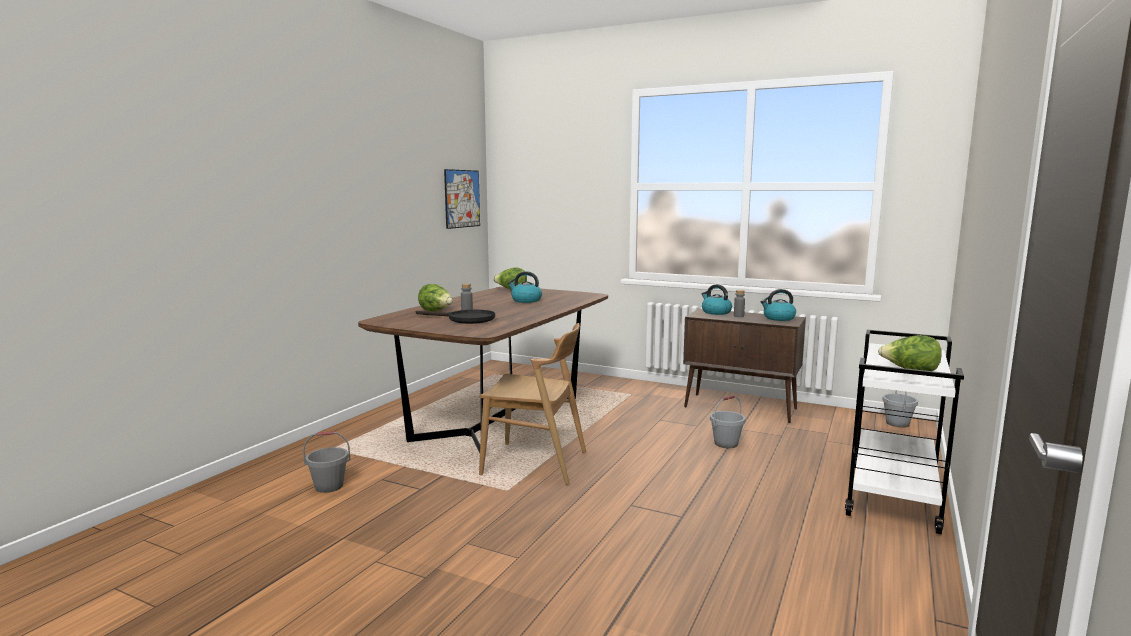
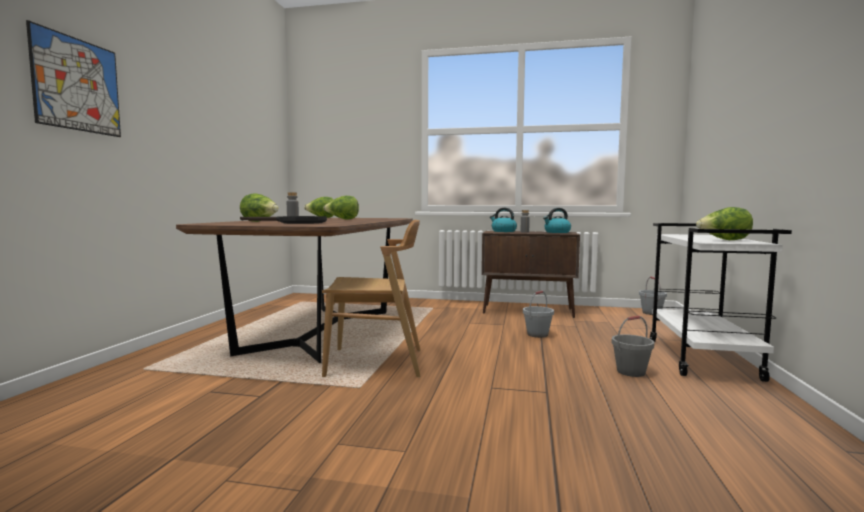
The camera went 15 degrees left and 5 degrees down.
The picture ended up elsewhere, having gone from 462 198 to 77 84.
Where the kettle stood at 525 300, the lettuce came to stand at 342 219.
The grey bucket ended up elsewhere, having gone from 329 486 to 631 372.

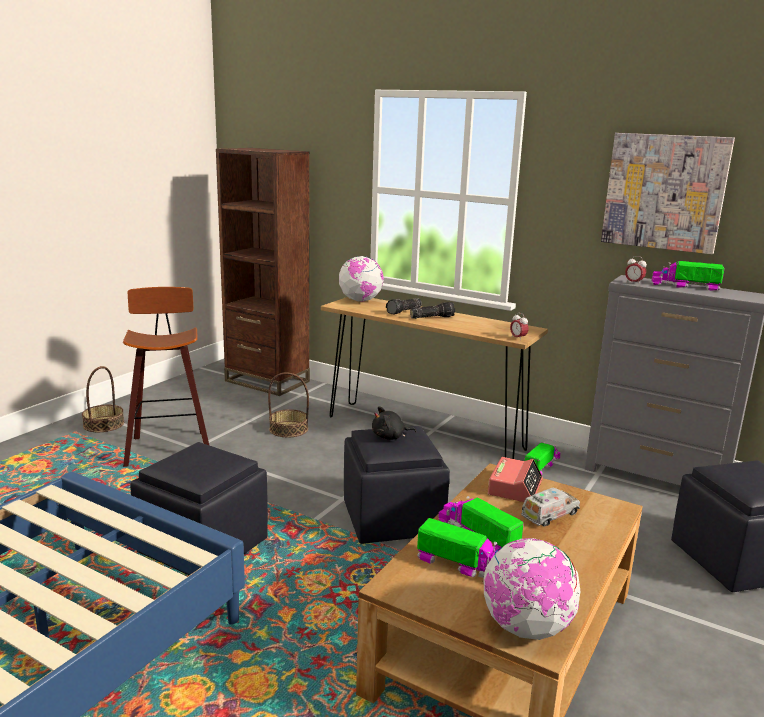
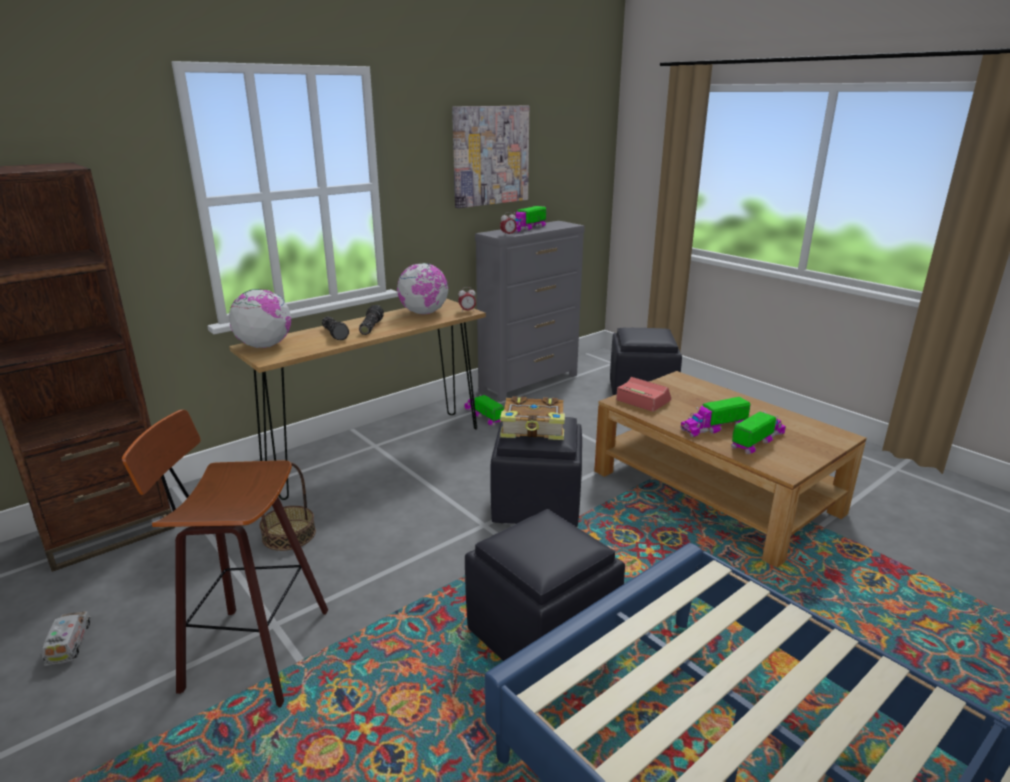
The camera went 70 degrees left and 5 degrees up.
The toy truck ended up elsewhere, having gone from 550 515 to 69 644.
The globe ended up elsewhere, having gone from 526 628 to 424 313.
Where the black plush toy stood at 390 437, the book came to stand at 534 428.
The second view lost the basket at 103 424.

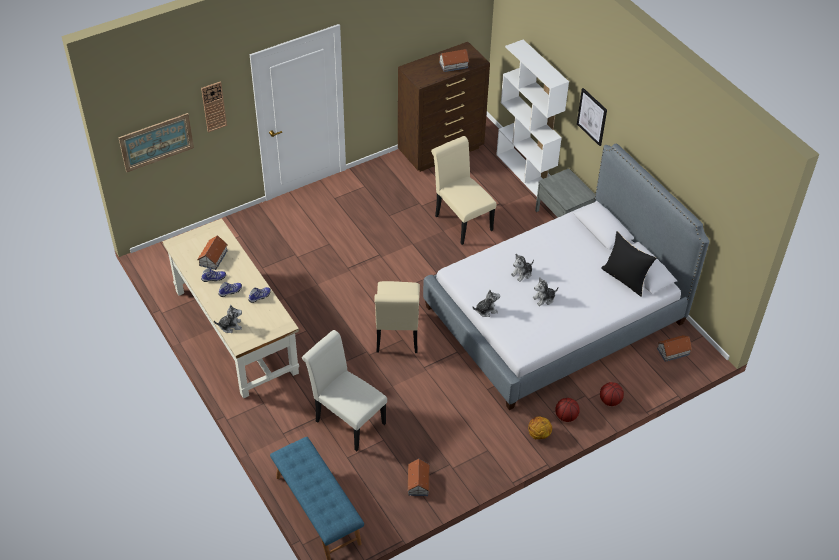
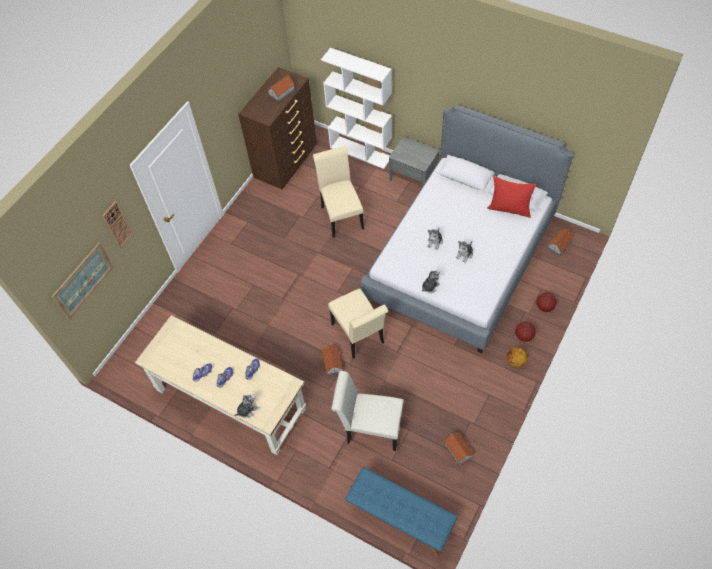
The camera went 25 degrees left and 10 degrees up.
The beige chair at 461 220 ended up facing another way, 45 degrees clockwise from before.
The toy house ended up elsewhere, having gone from 213 258 to 332 362.
What was the black pillow at 625 279 turned into the red pillow at 509 208.
The second view lost the picture at 592 116.

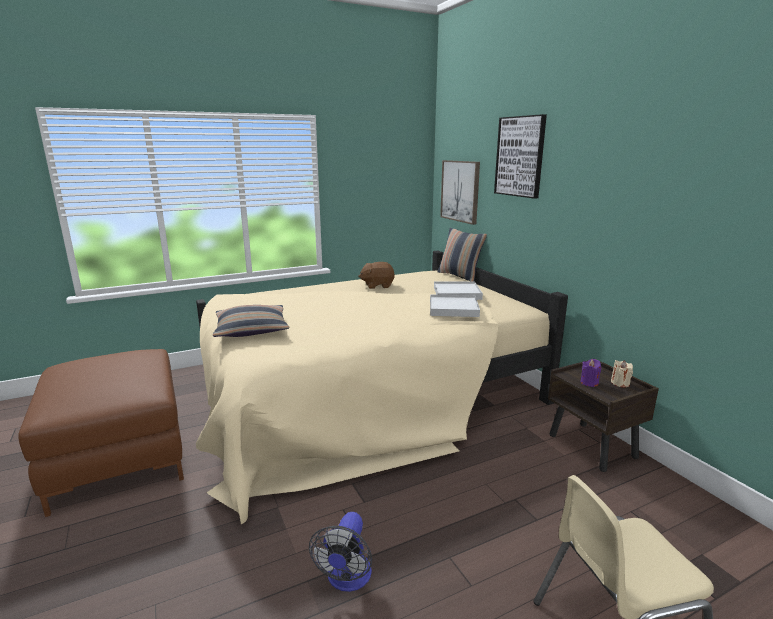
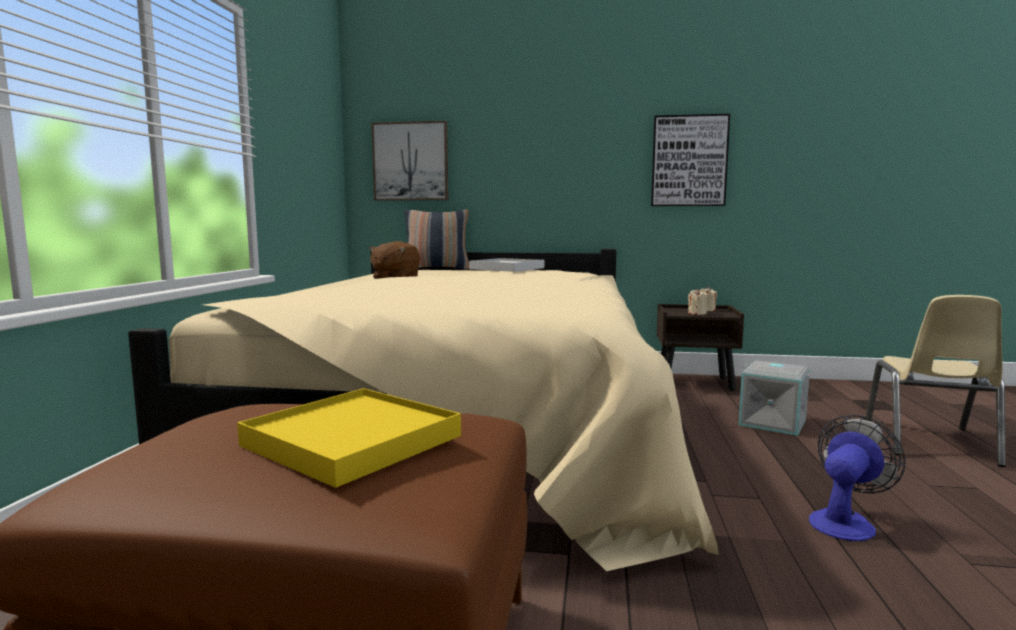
The camera went 55 degrees left and 10 degrees down.
The second view gained the yellow tray at 352 441.
The picture ended up elsewhere, having gone from 520 156 to 689 161.
What was the purple candle at 589 383 turned into the beige candle at 696 313.
The second view gained the grey storage box at 773 422.
The fan at 347 579 ended up facing another way, 90 degrees counterclockwise from before.
The second view lost the pillow at 251 330.
The second view lost the white tray at 453 308.

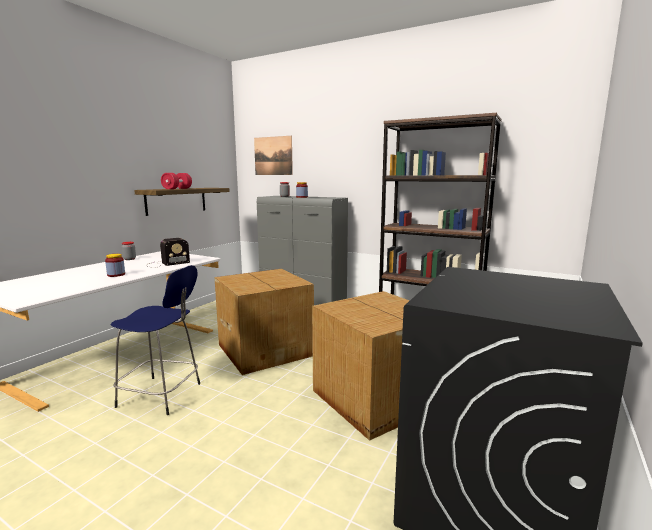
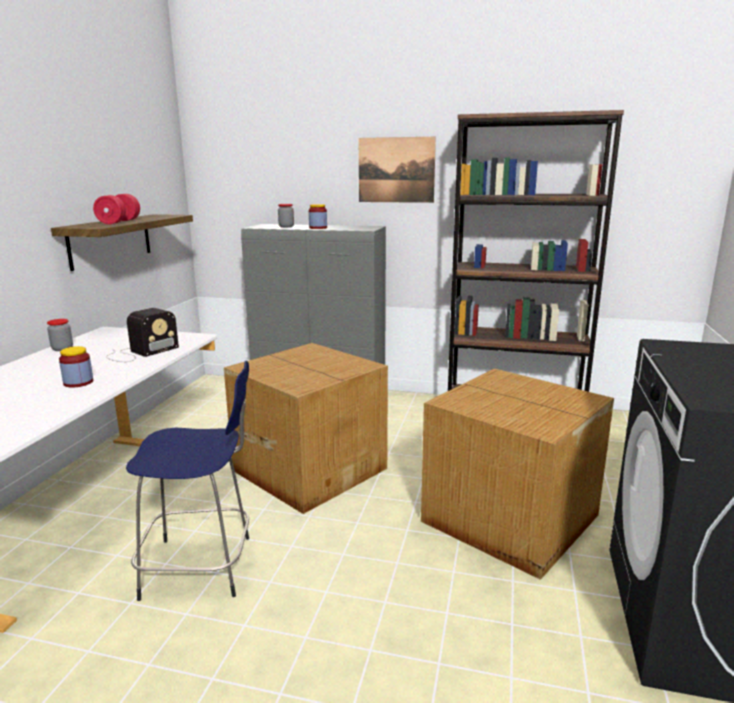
The camera went 15 degrees left and 5 degrees up.
The picture ended up elsewhere, having gone from 273 156 to 396 170.

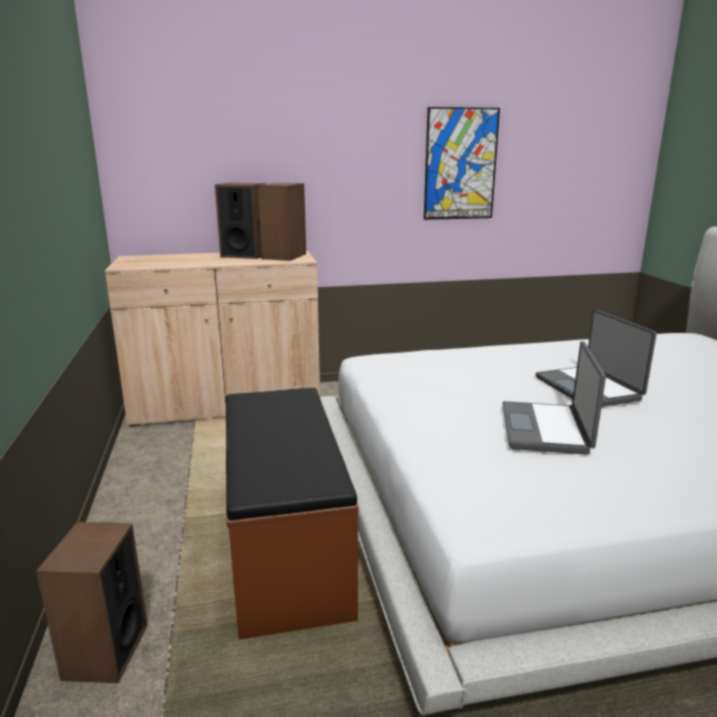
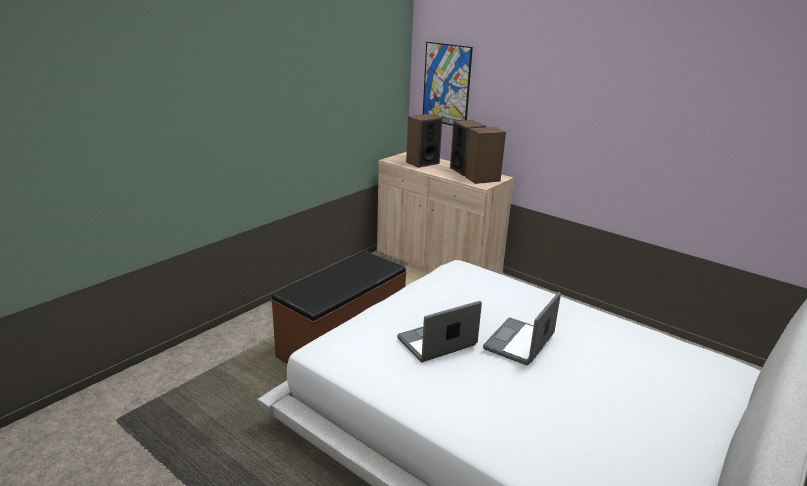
The camera went 50 degrees right and 5 degrees up.
The speaker ended up elsewhere, having gone from 105 651 to 422 163.
The picture ended up elsewhere, having gone from 460 164 to 446 85.

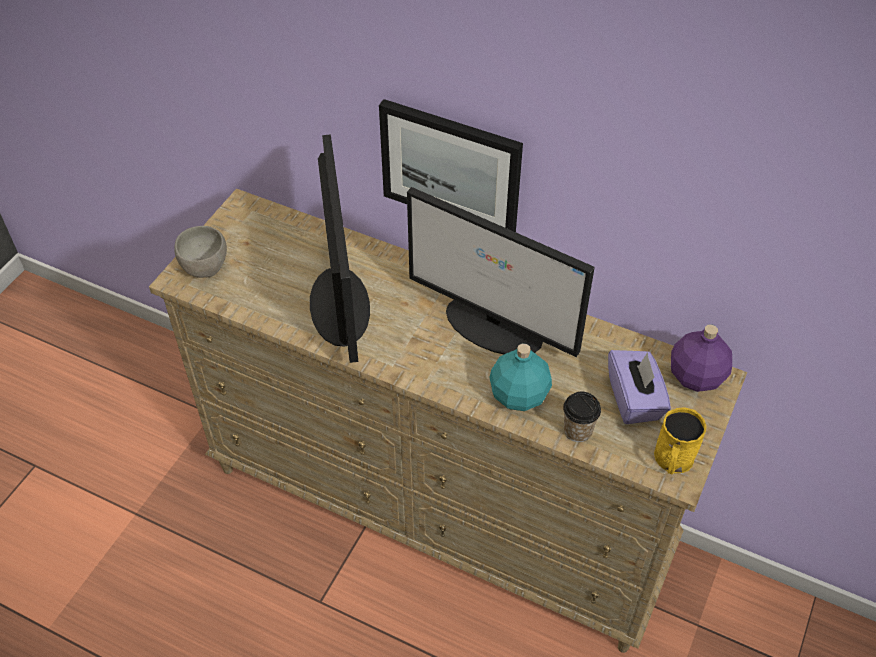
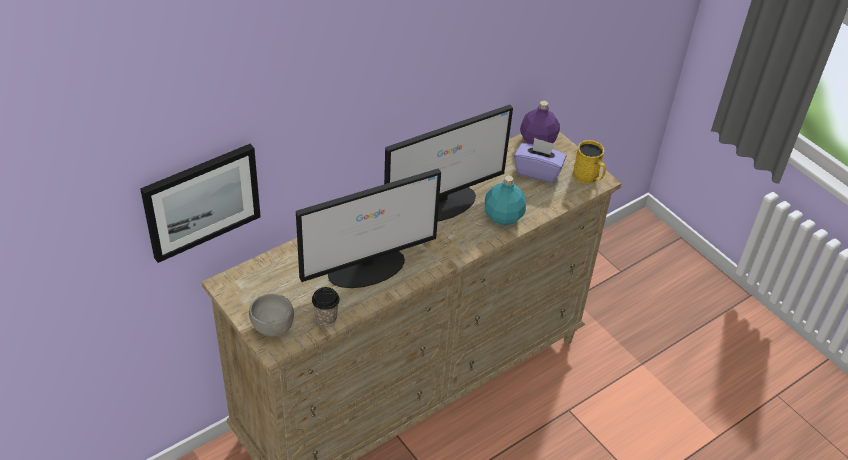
The camera went 65 degrees left and 5 degrees down.
The picture ended up elsewhere, having gone from 451 168 to 201 201.
The monitor at 340 304 ended up facing another way, 135 degrees clockwise from before.
The cup ended up elsewhere, having gone from 578 431 to 326 318.

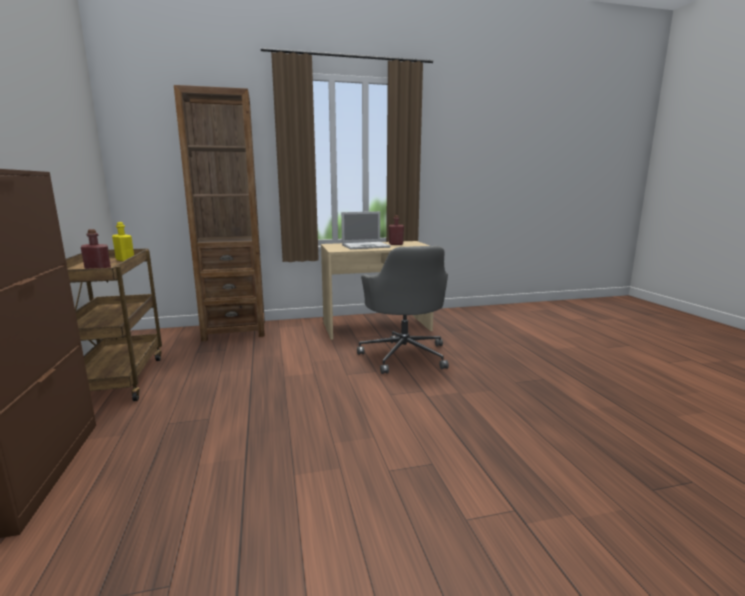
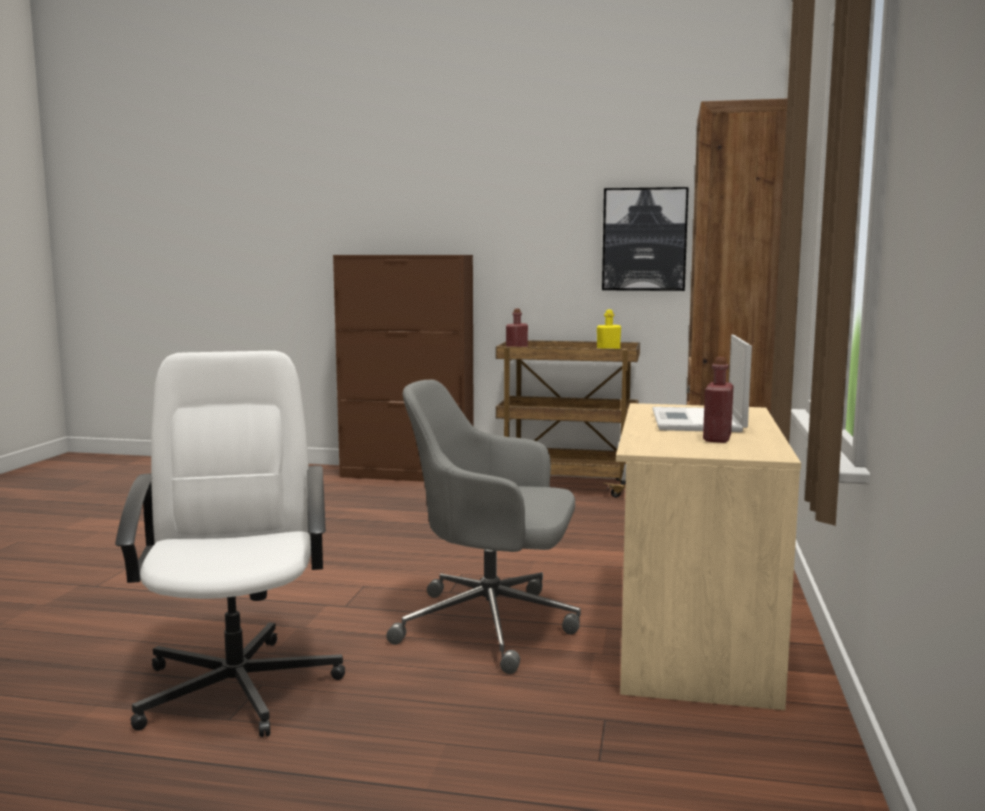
The camera went 115 degrees right and 5 degrees down.
The second view gained the white office chair at 238 686.
The second view gained the picture at 644 239.

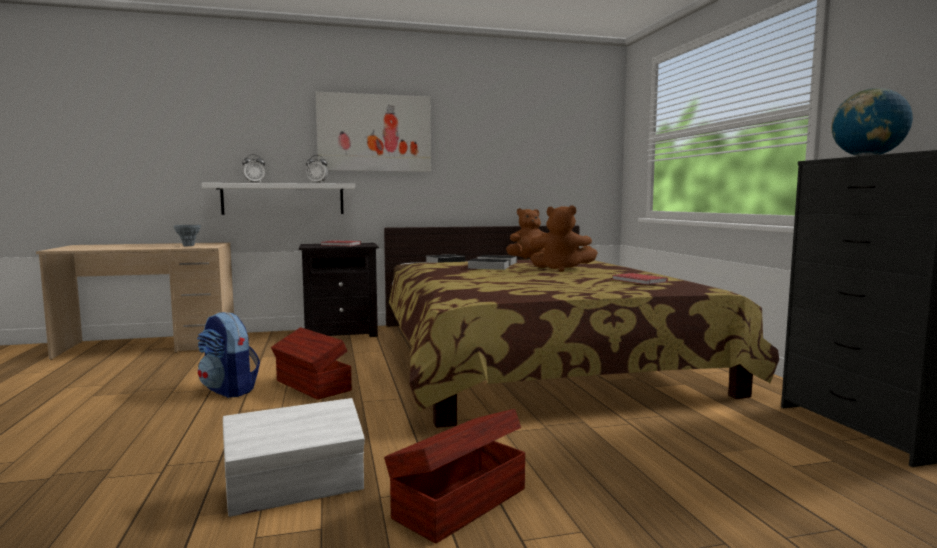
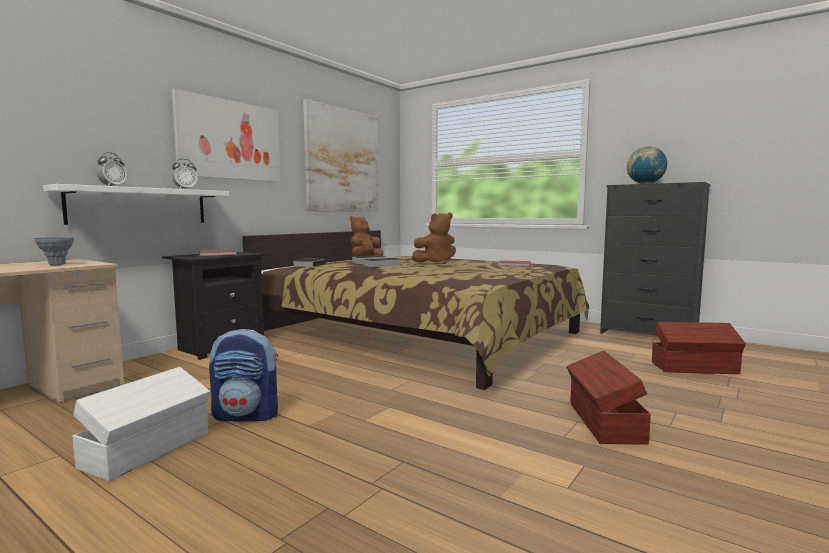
The camera went 40 degrees left and 0 degrees up.
The white storage box ended up elsewhere, having gone from 297 489 to 149 449.
The second view gained the picture at 342 160.
The brown storage box ended up elsewhere, having gone from 312 386 to 695 368.

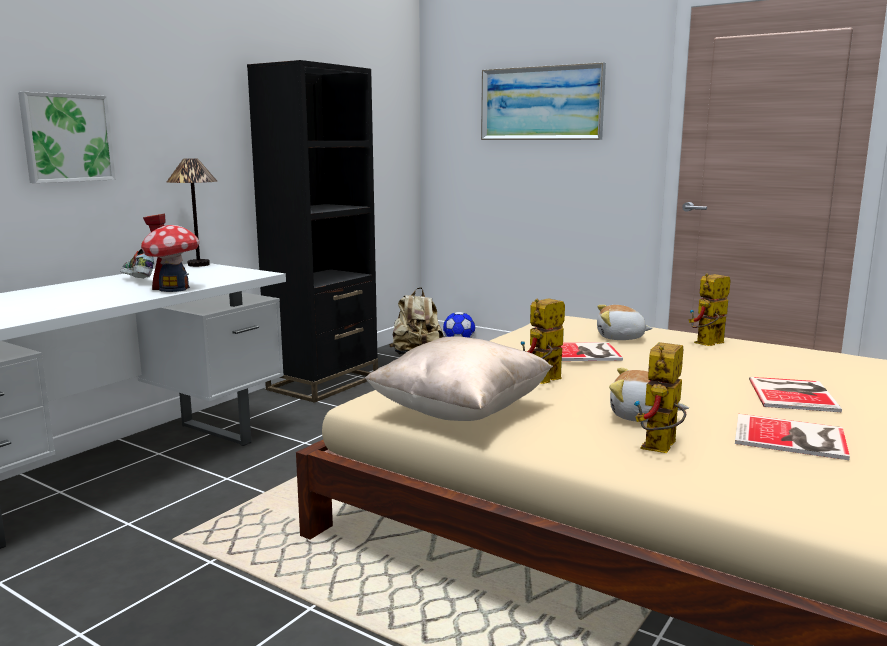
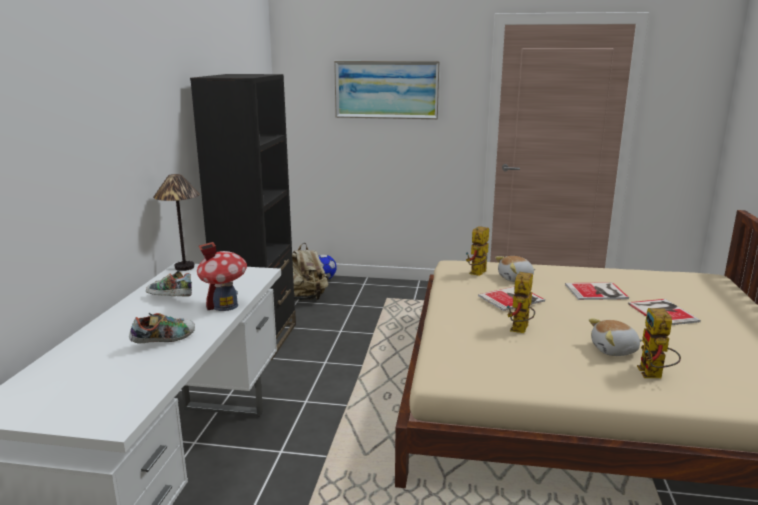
The camera went 25 degrees left and 5 degrees up.
The second view gained the shoe at 164 341.
The toy robot ended up elsewhere, having gone from 707 344 to 478 274.
The book ended up elsewhere, having gone from 793 438 to 597 292.
The second view lost the picture at 66 138.
The second view lost the beige pillow at 460 412.

